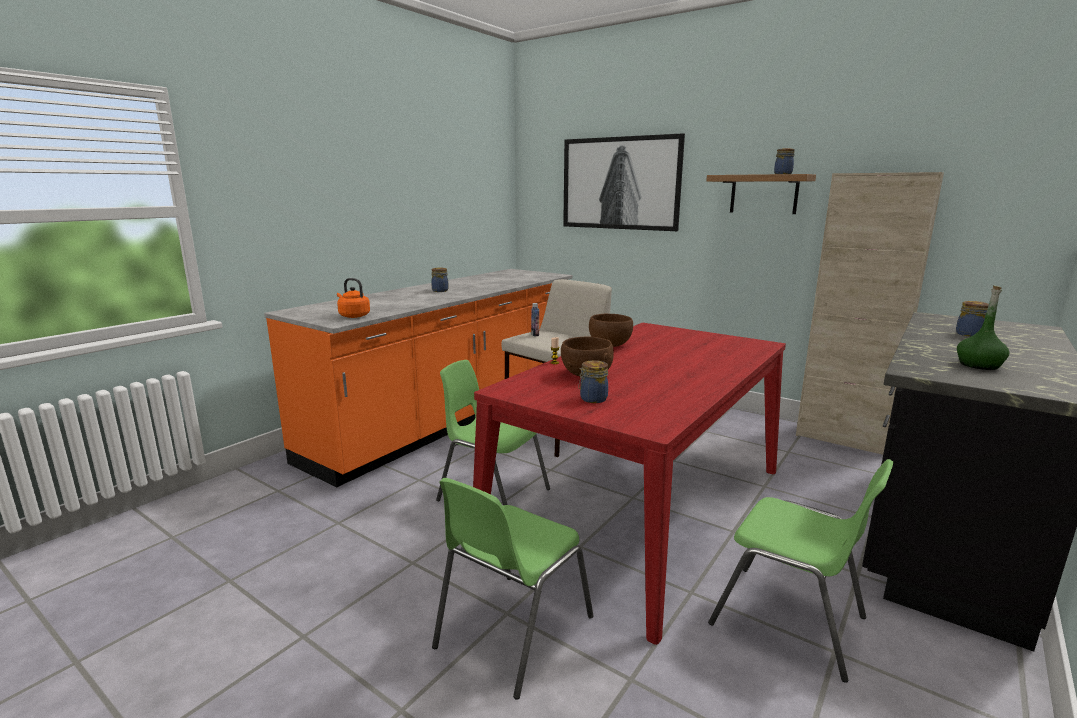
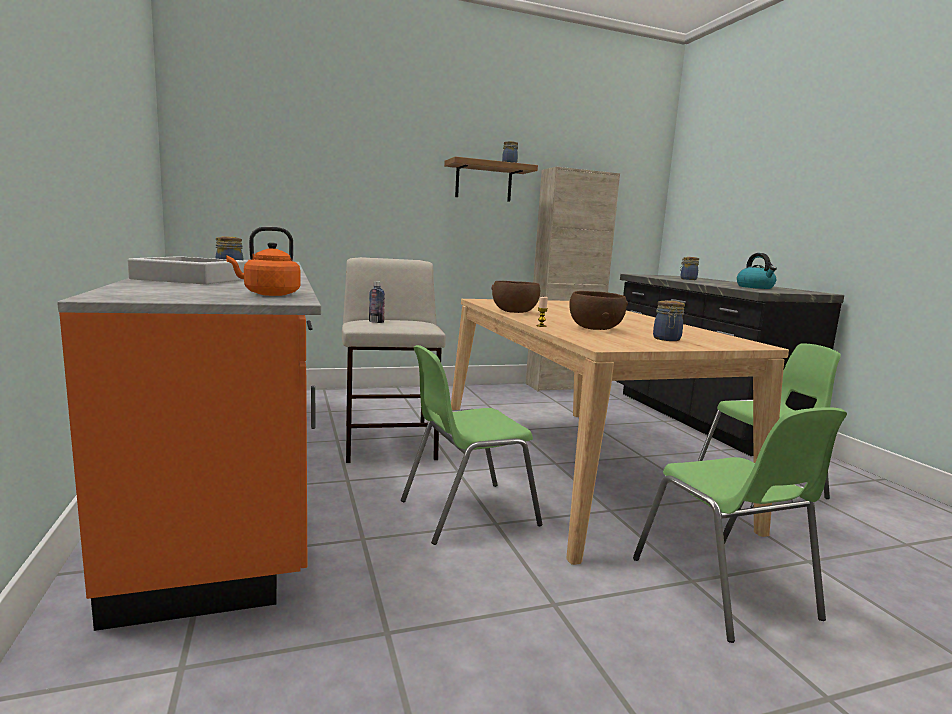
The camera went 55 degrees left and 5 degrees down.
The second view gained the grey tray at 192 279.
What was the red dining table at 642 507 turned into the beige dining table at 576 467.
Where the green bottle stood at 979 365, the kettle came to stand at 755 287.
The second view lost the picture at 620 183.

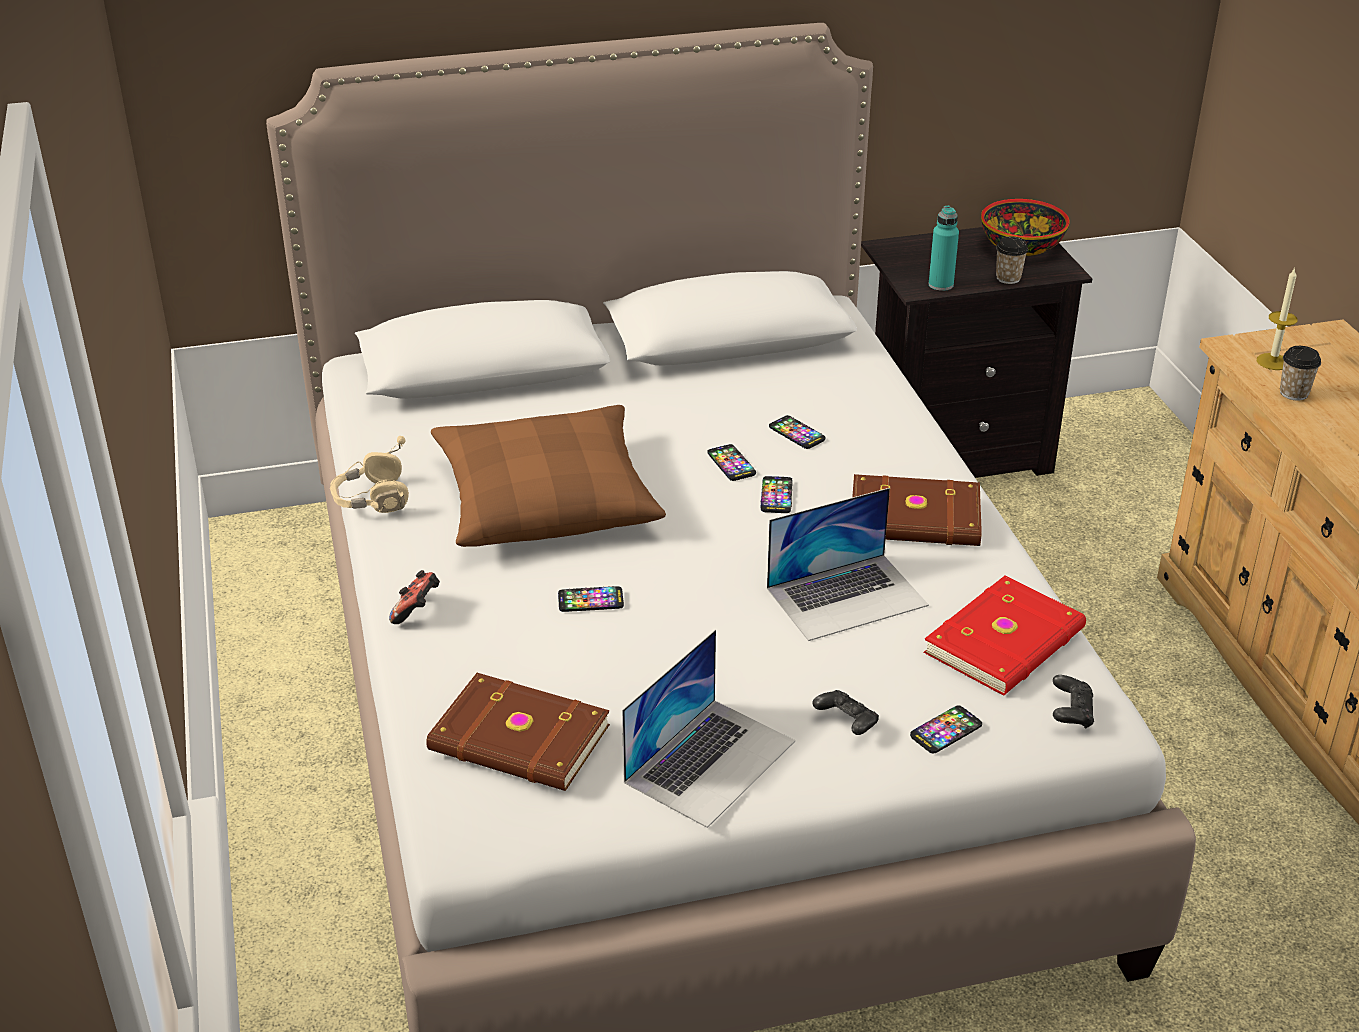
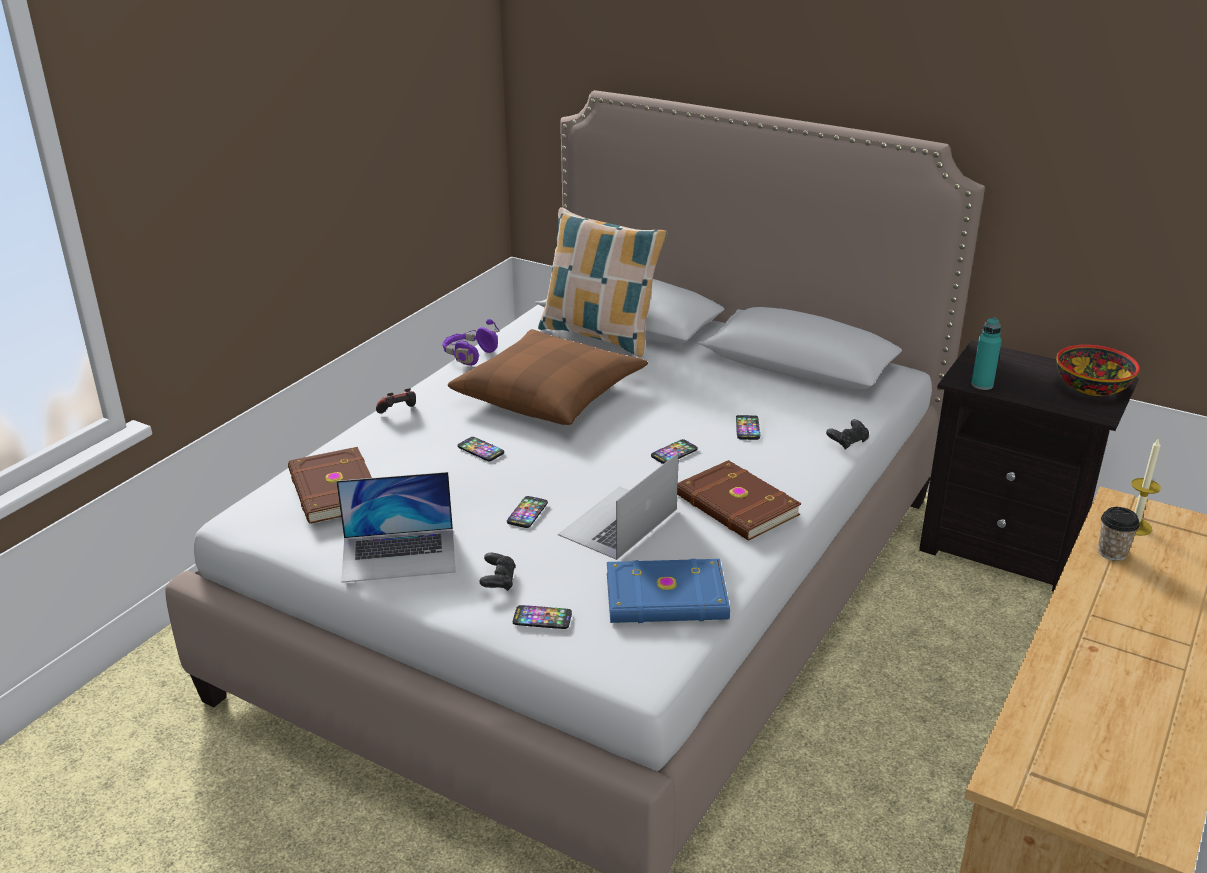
The camera went 45 degrees right and 5 degrees down.
What was the beige headphones at 372 499 turned into the purple headphones at 469 355.
The phone ended up elsewhere, having gone from 731 464 to 527 513.
The second view gained the pillow at 600 336.
The laptop at 847 596 ended up facing another way, 105 degrees clockwise from before.
What was the red book at 1007 642 turned into the blue book at 667 598.
The black game controller ended up elsewhere, having gone from 1071 713 to 848 442.
The second view lost the cup at 1008 278.

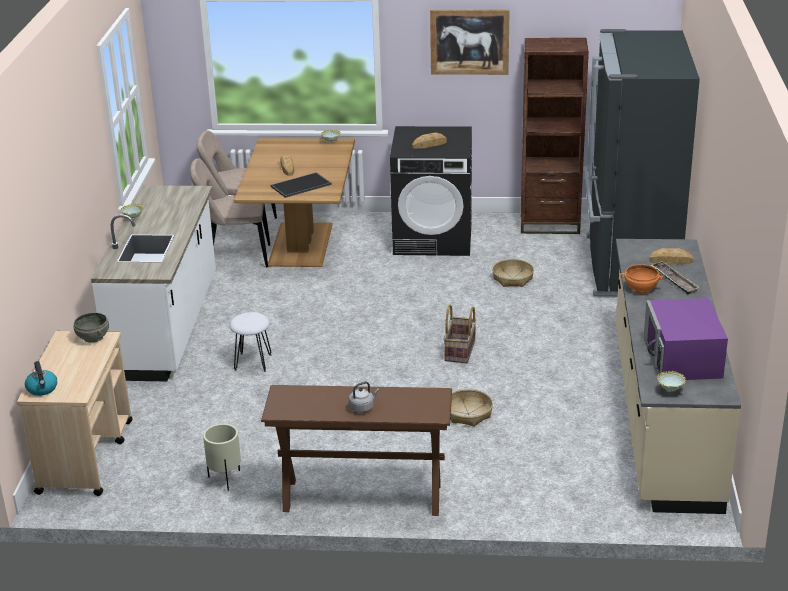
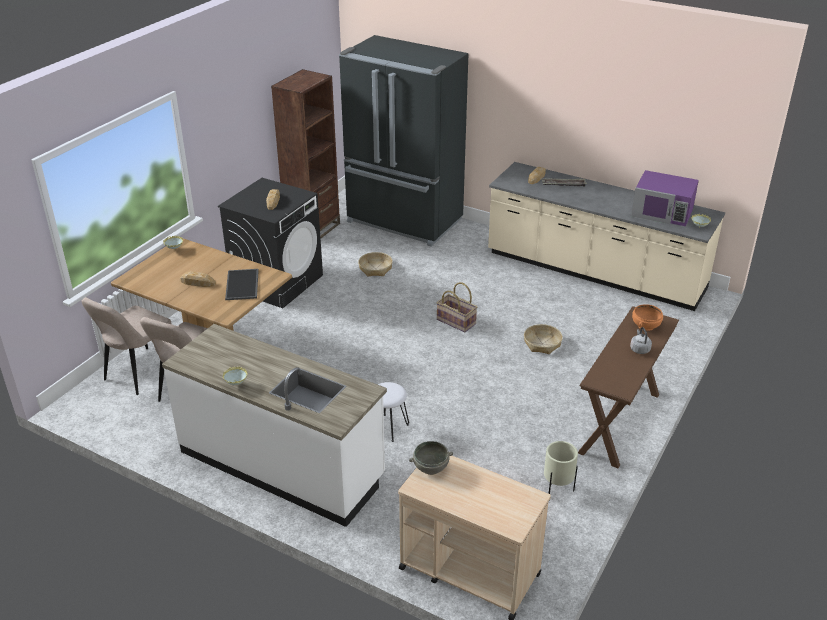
The camera went 65 degrees left and 5 degrees up.
The orange bowl ended up elsewhere, having gone from 641 288 to 645 325.
The second view lost the kettle at 42 389.
The second view lost the picture at 469 42.

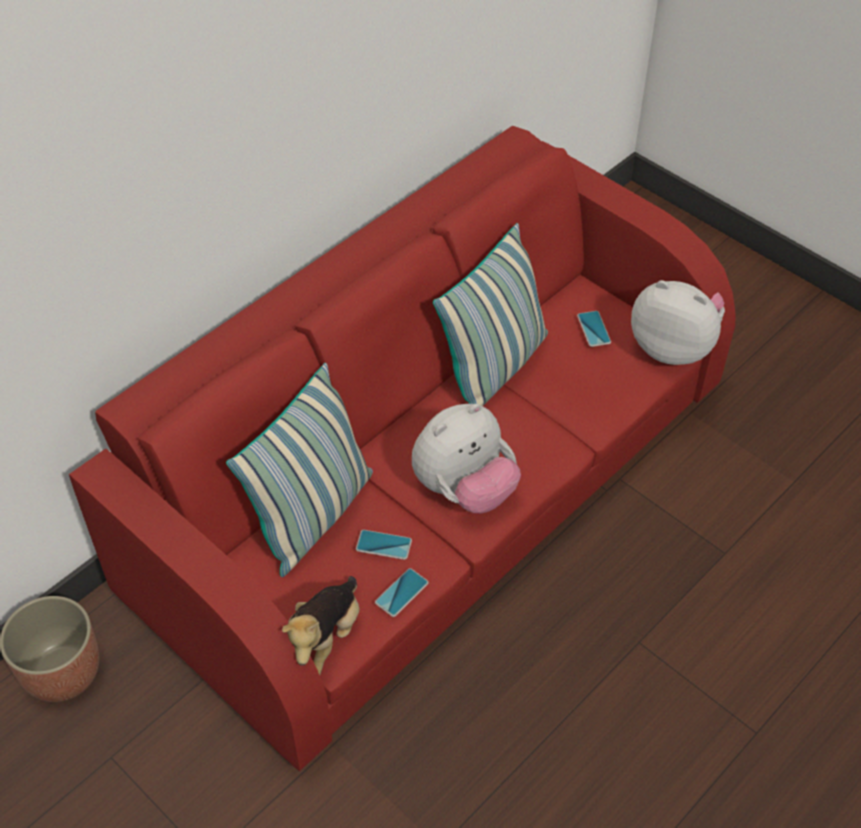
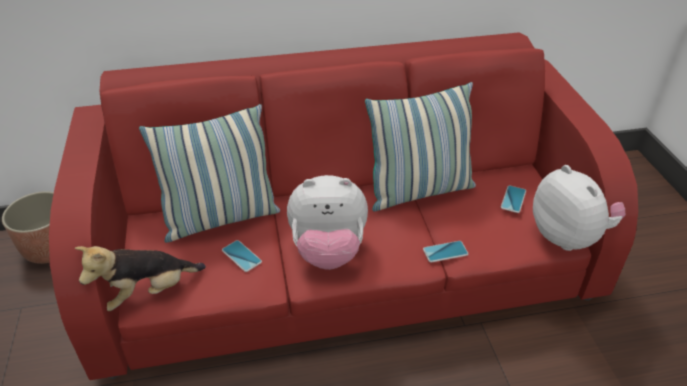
The camera went 35 degrees right and 10 degrees down.
The phone ended up elsewhere, having gone from 401 593 to 445 252.

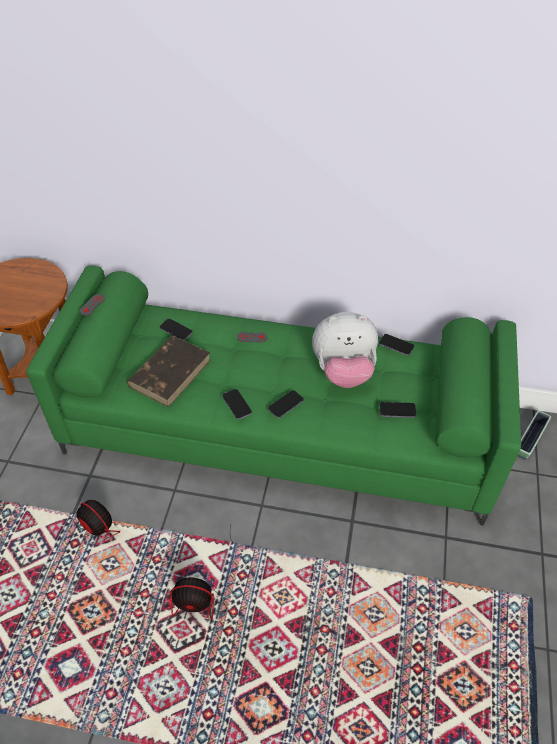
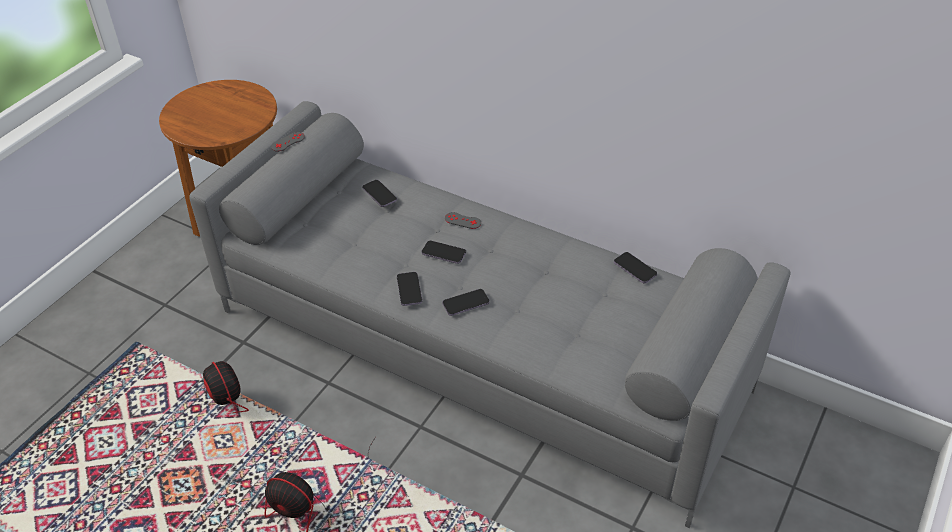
The camera went 20 degrees right and 5 degrees down.
What was the green sofa at 280 430 turned into the grey sofa at 480 349.
The phone ended up elsewhere, having gone from 397 410 to 443 253.
The second view lost the brown book at 170 372.
The second view lost the plush toy at 343 372.
The second view lost the planter at 530 440.

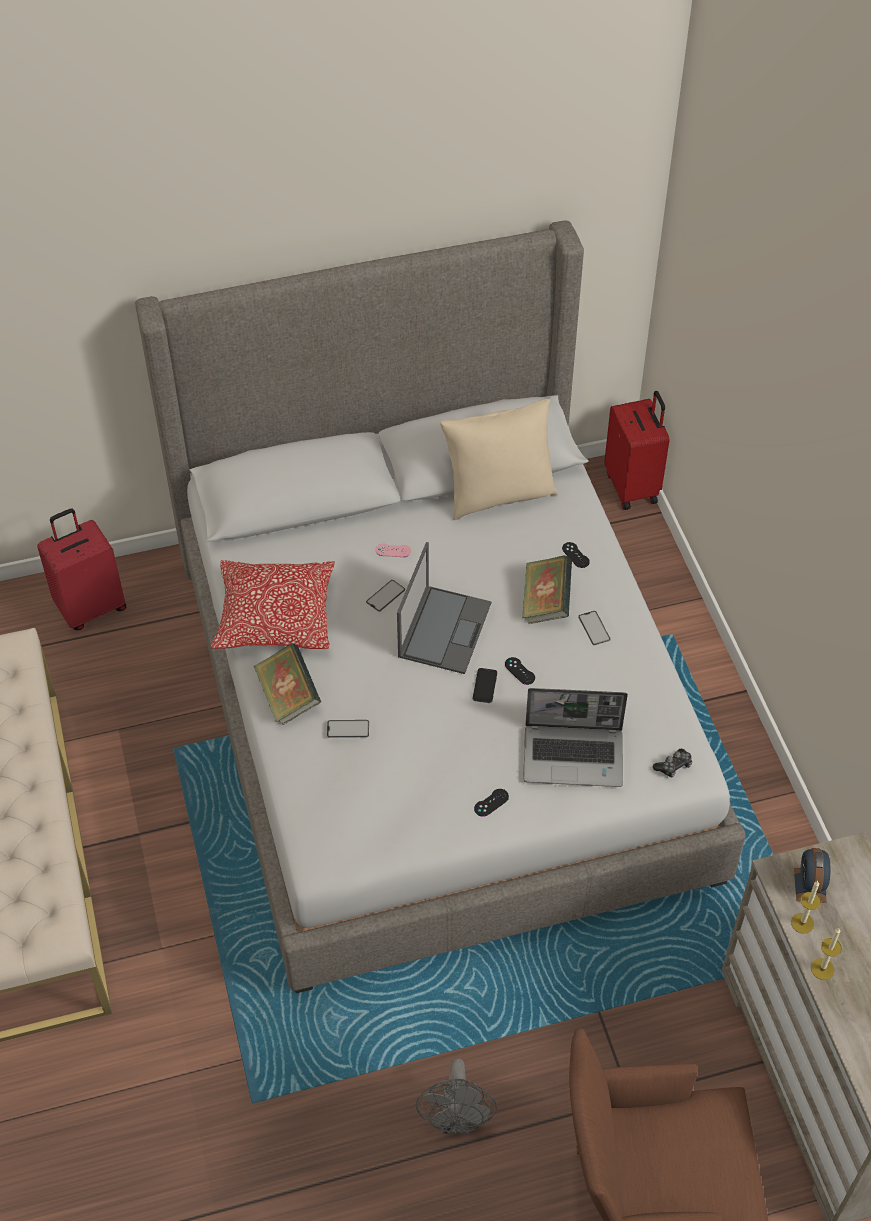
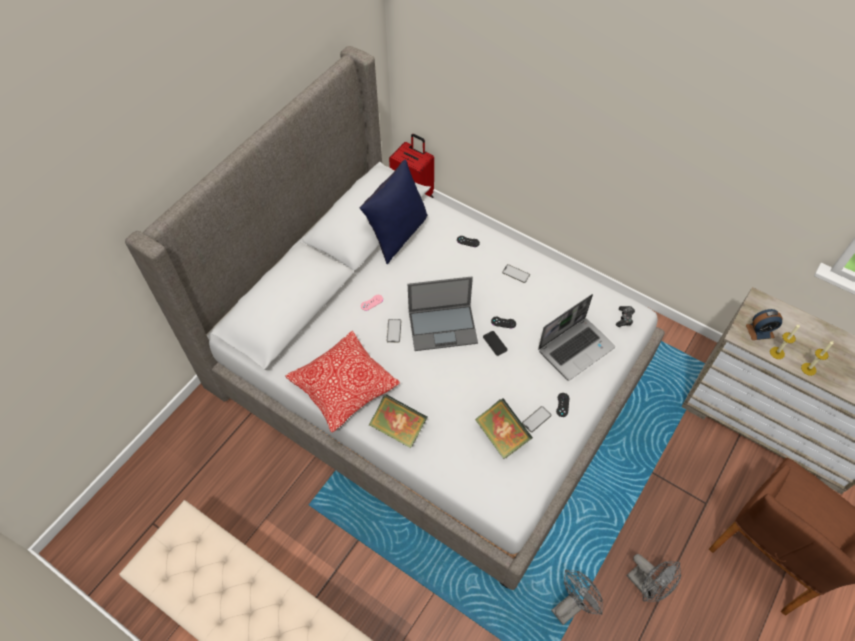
The camera went 40 degrees left and 5 degrees up.
What was the beige pillow at 498 495 turned into the blue pillow at 397 235.
The laptop at 444 629 ended up facing another way, 105 degrees clockwise from before.
The book ended up elsewhere, having gone from 546 603 to 502 435.
The phone ended up elsewhere, having gone from 348 729 to 536 419.
The second view gained the grey fan at 571 604.
The alarm clock at 810 885 ended up facing another way, 60 degrees counterclockwise from before.
The second view lost the red suitcase at 91 607.

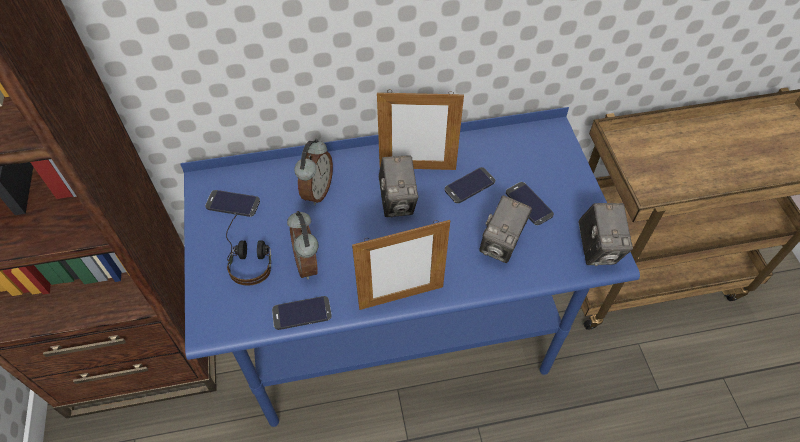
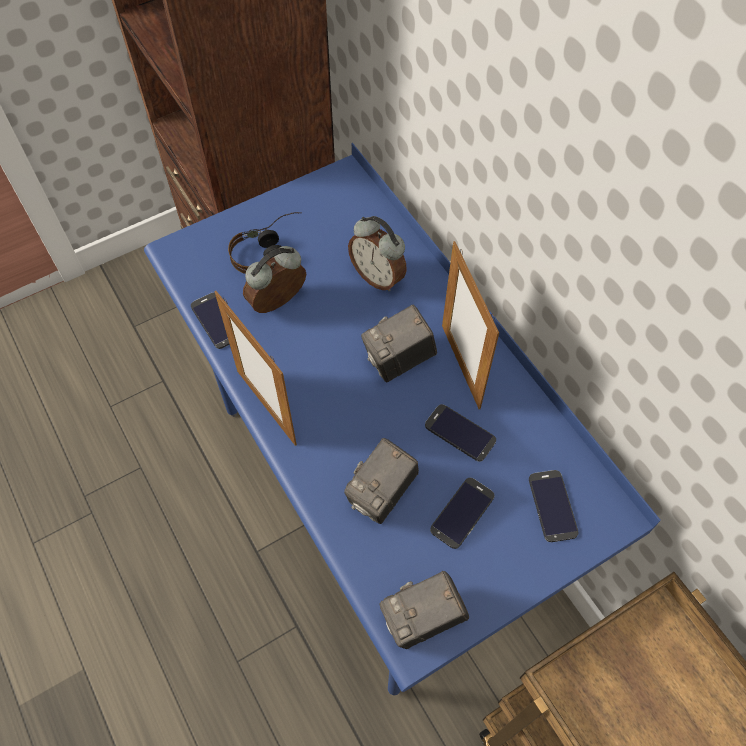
The camera went 70 degrees right and 5 degrees up.
The photo camera at 501 244 ended up facing another way, 60 degrees counterclockwise from before.
The alarm clock at 316 191 ended up facing another way, 45 degrees clockwise from before.
The phone ended up elsewhere, having gone from 233 203 to 552 505.

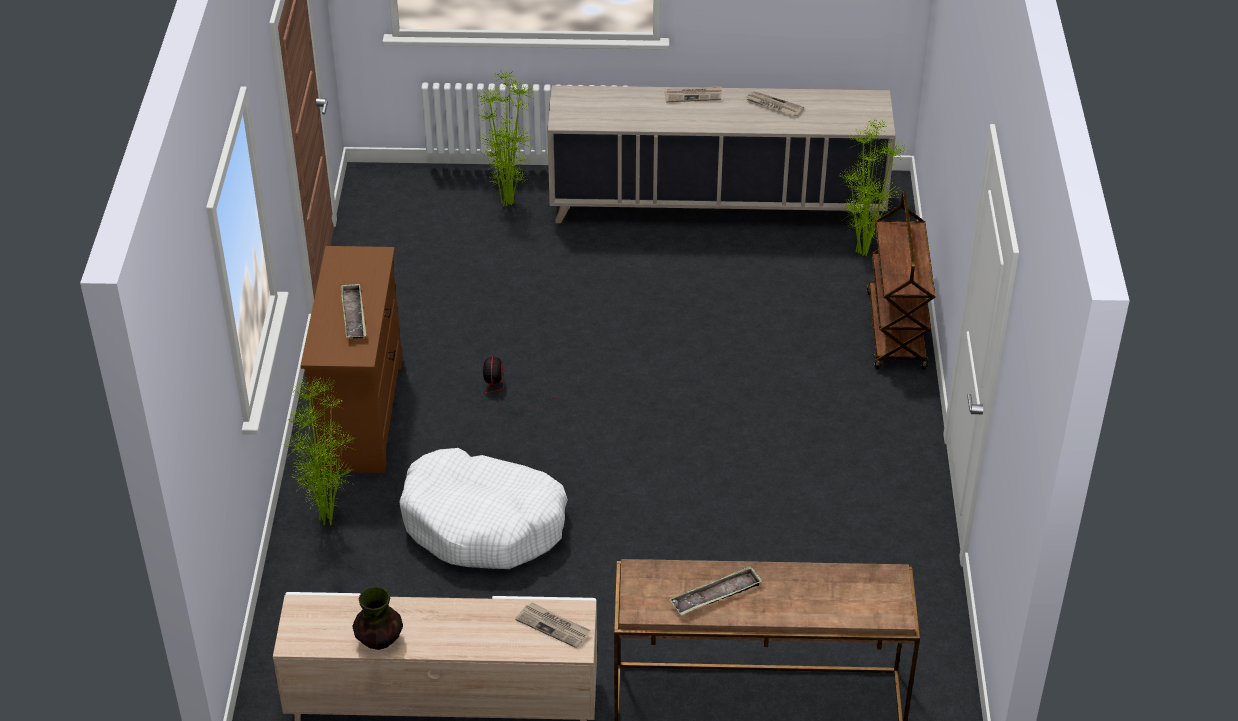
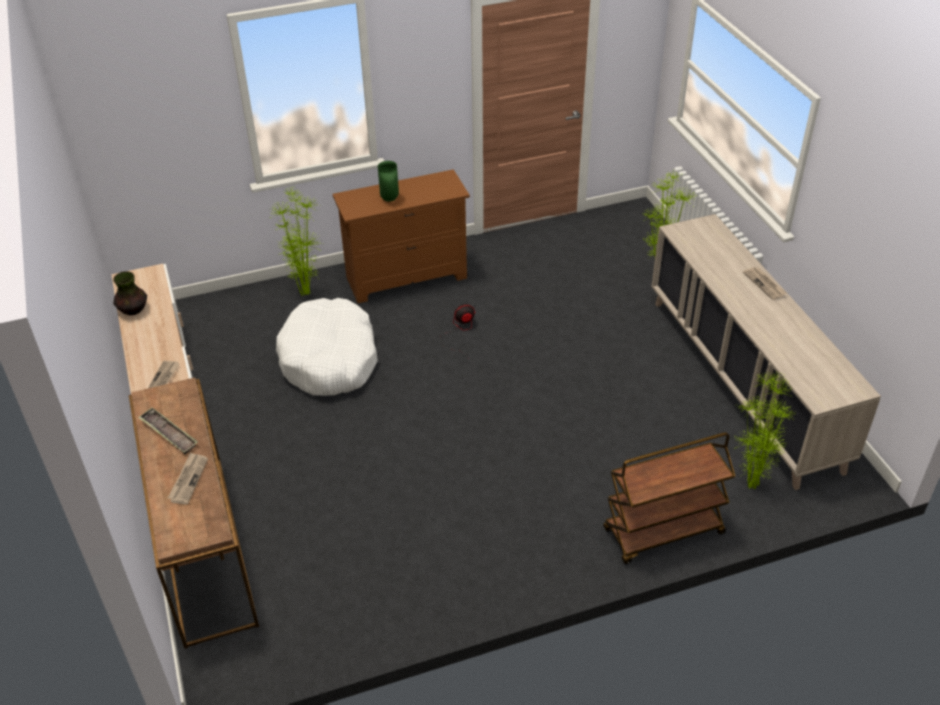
The camera went 70 degrees right and 0 degrees up.
The newspaper ended up elsewhere, having gone from 773 105 to 188 479.
Where the tray stood at 353 315, the green vase came to stand at 390 199.

